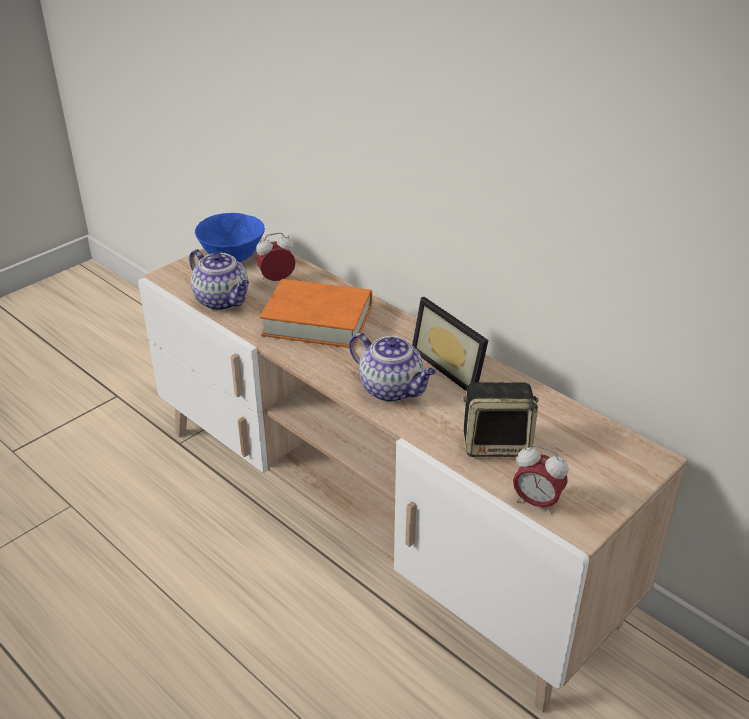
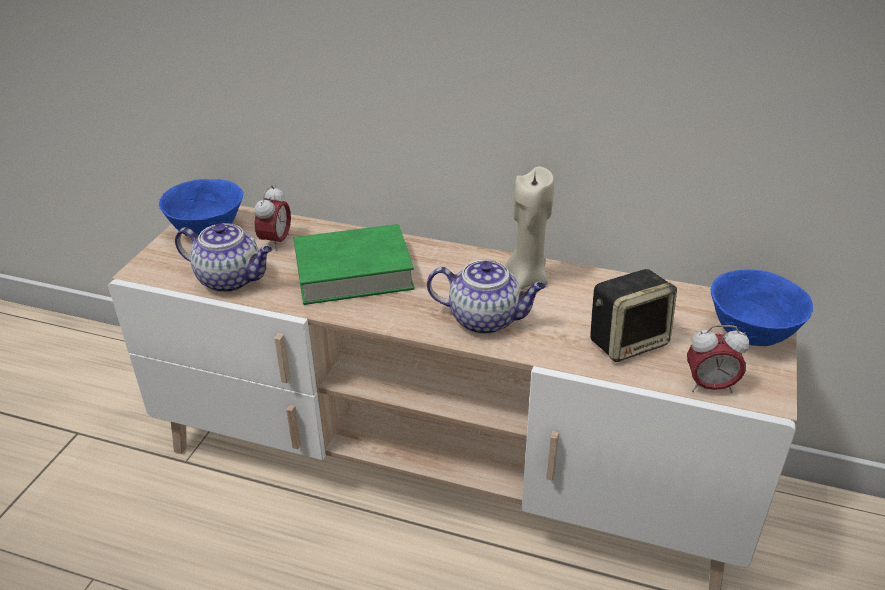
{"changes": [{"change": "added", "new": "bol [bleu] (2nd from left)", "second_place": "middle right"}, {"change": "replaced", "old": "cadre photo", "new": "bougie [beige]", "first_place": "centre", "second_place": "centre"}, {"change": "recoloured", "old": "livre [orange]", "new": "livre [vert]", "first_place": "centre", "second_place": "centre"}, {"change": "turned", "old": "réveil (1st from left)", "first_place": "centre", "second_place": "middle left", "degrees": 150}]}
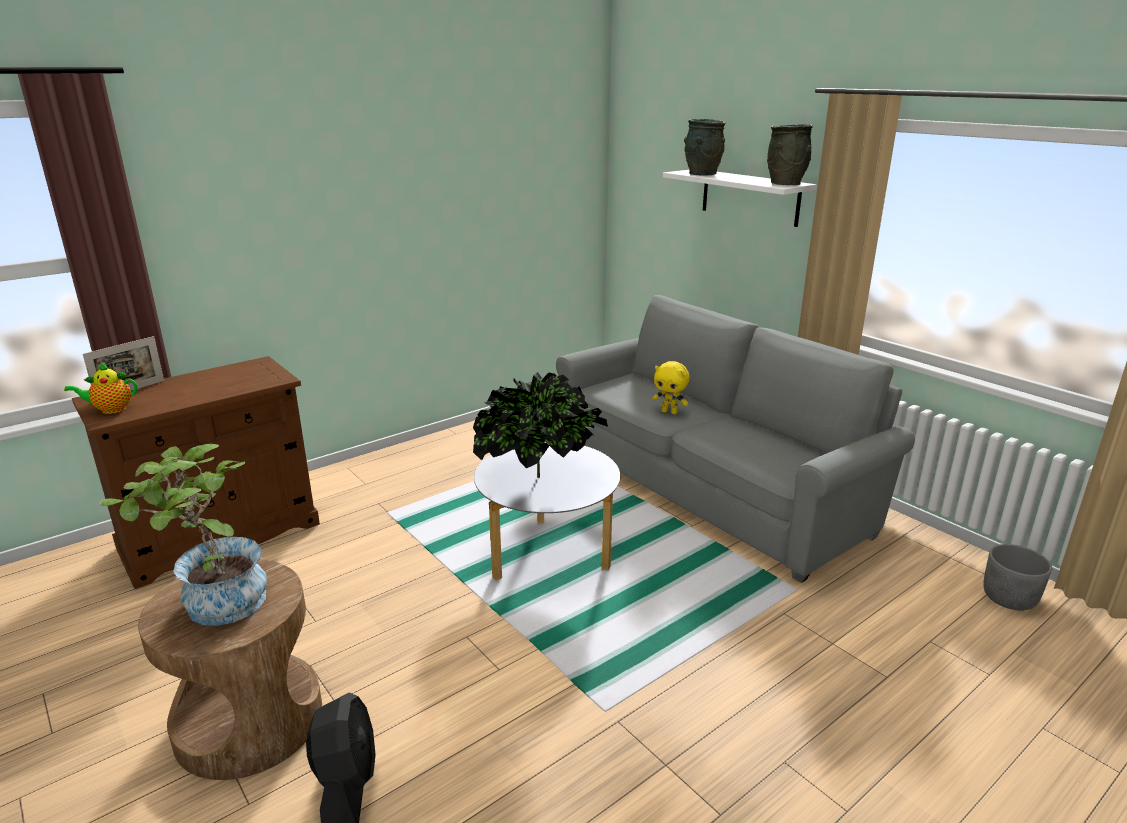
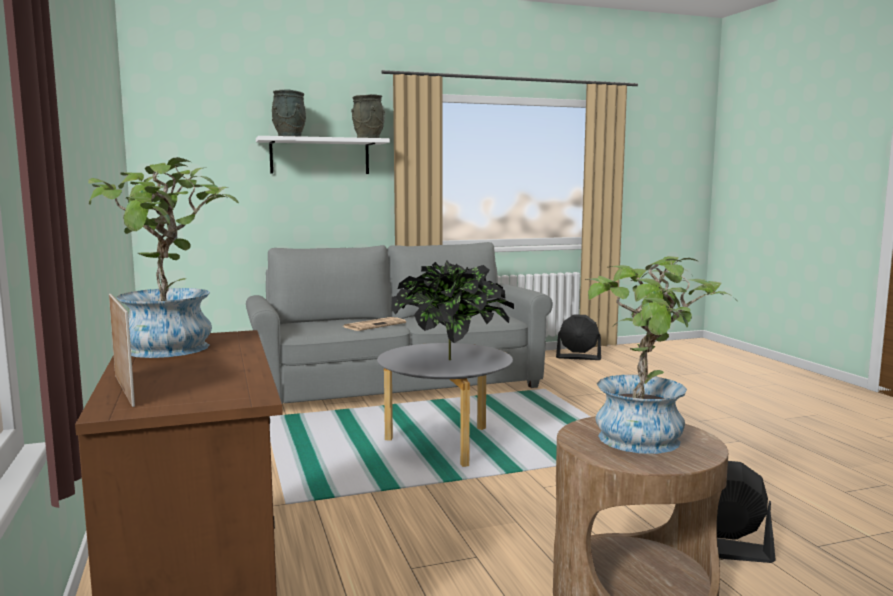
{"changes": [{"change": "removed", "old": "théière", "first_place": "middle left"}, {"change": "added", "new": "plante en pot (1st from left)", "second_place": "middle left"}, {"change": "replaced", "old": "peluche [jaune]", "new": "journal", "first_place": "centre", "second_place": "centre"}, {"change": "replaced", "old": "cache-pot [gris]", "new": "ventilateur [noir] (1st from left)", "first_place": "bottom right", "second_place": "centre"}]}
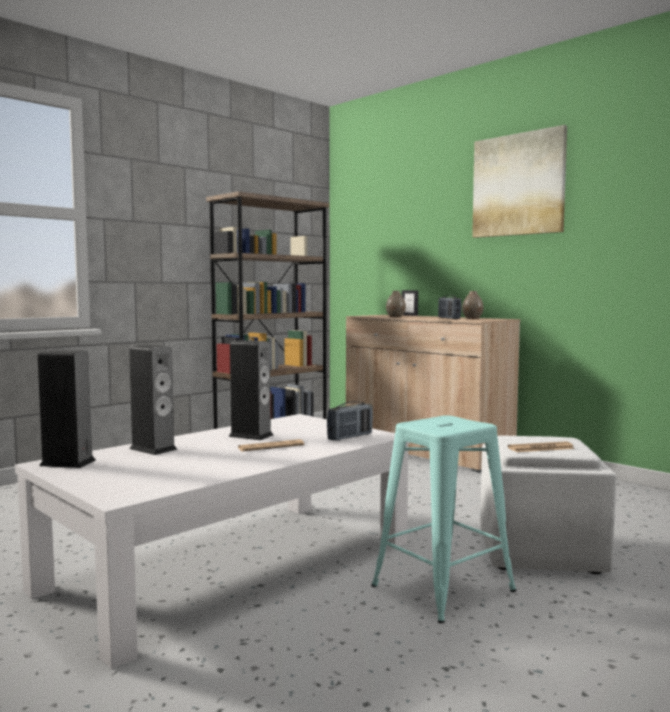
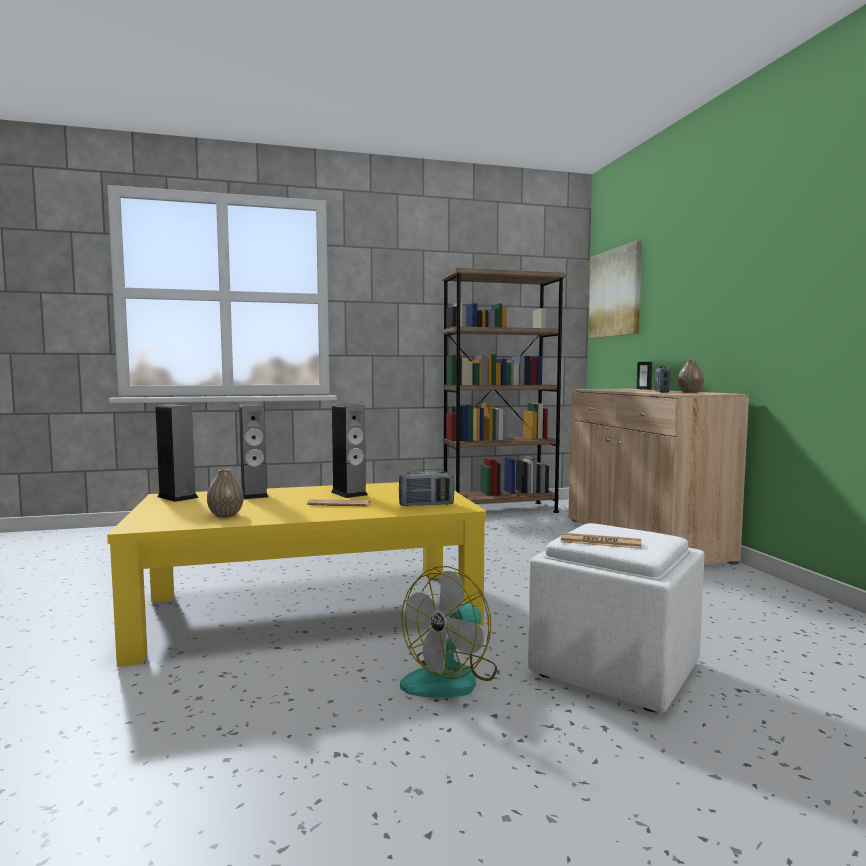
{"changes": [{"change": "moved", "old": "vase (1st from left)", "first_place": "centre", "second_place": "middle left"}, {"change": "moved", "old": "tableau", "first_place": "top right", "second_place": "middle right"}, {"change": "replaced", "old": "tabouret [turquoise]", "new": "ventilateur", "first_place": "bottom centre", "second_place": "bottom centre"}, {"change": "recoloured", "old": "table basse [blanc]", "new": "table basse [jaune]", "first_place": "bottom left", "second_place": "centre"}]}
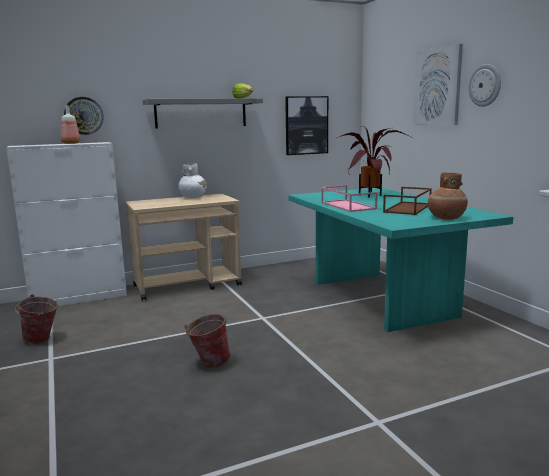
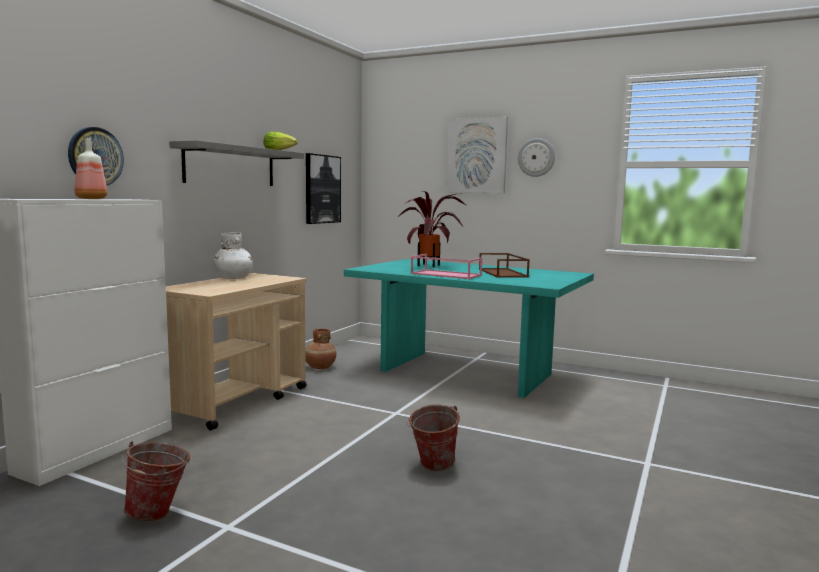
{"changes": [{"change": "moved", "old": "vase [marron]", "first_place": "middle right", "second_place": "centre"}]}
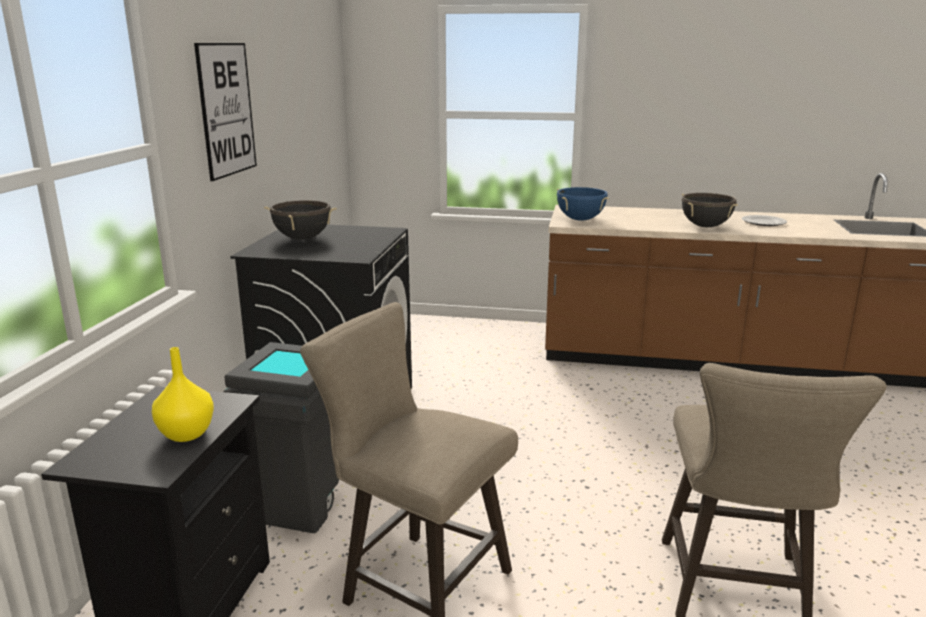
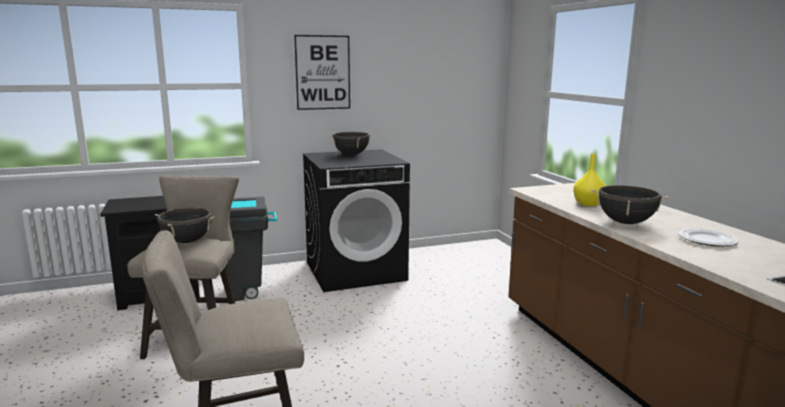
{"changes": [{"change": "removed", "old": "marmite [bleu]", "first_place": "top centre"}, {"change": "added", "new": "marmite [noir] (1st from left)", "second_place": "middle left"}, {"change": "moved", "old": "vase [jaune]", "first_place": "middle left", "second_place": "middle right"}]}
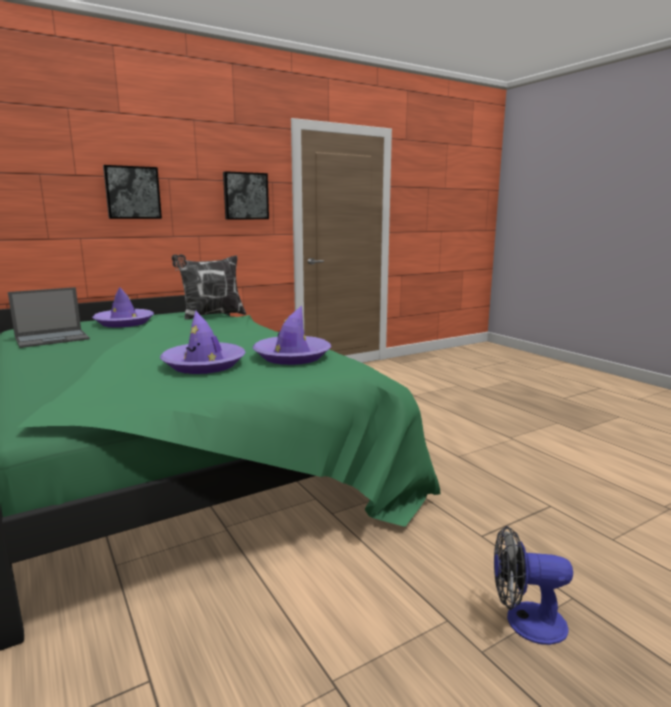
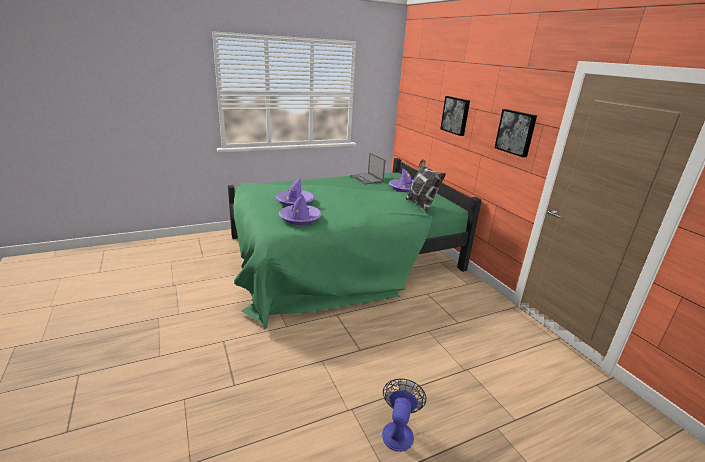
{"changes": [{"change": "moved", "old": "ventilateur", "first_place": "bottom right", "second_place": "bottom centre"}]}
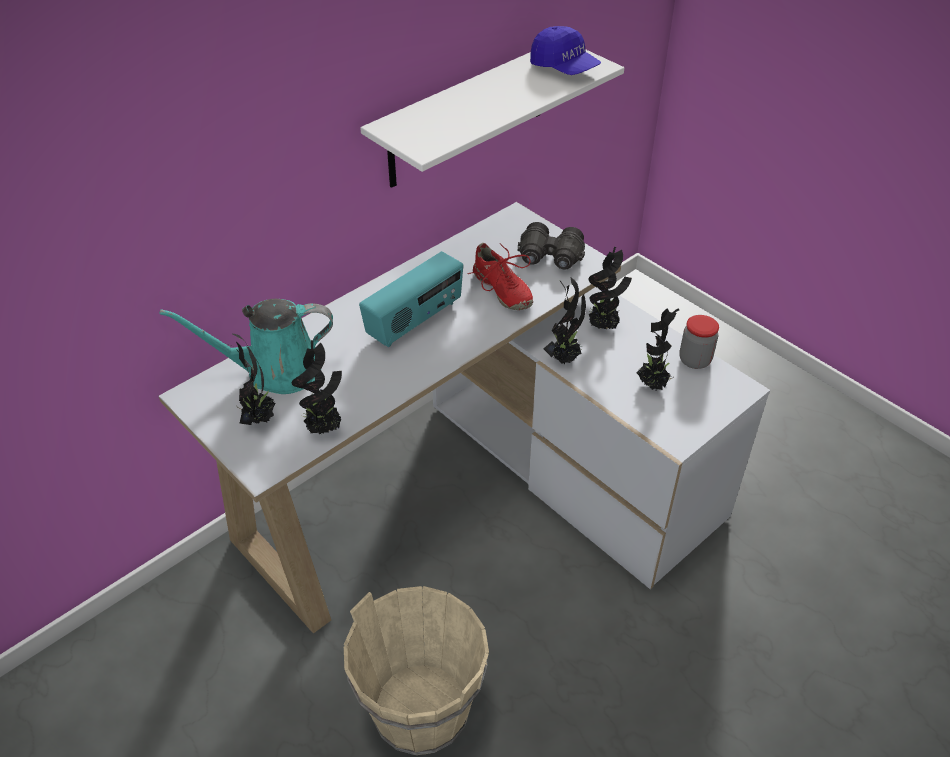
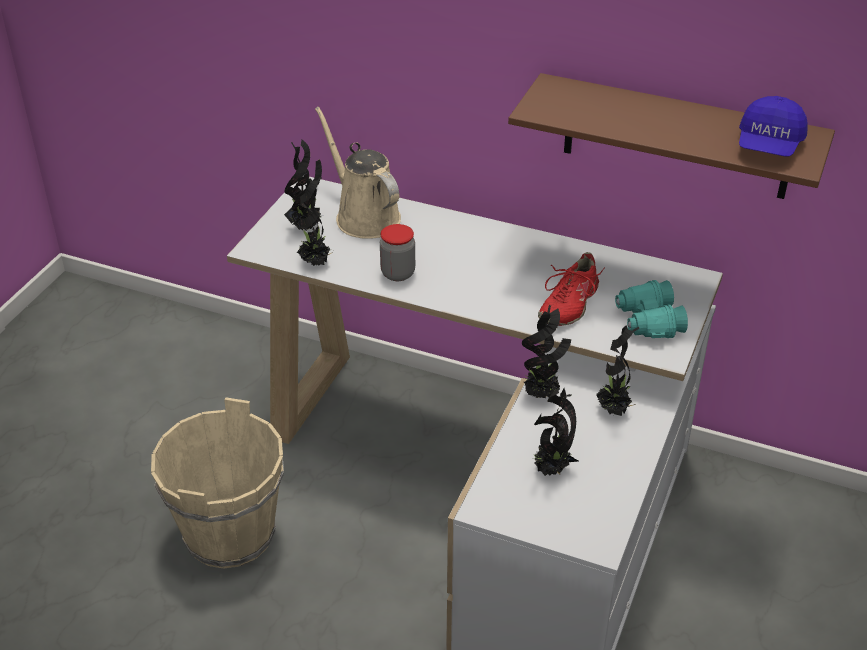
{"changes": [{"change": "removed", "old": "radio", "first_place": "centre"}, {"change": "moved", "old": "bocal", "first_place": "middle right", "second_place": "centre"}, {"change": "recoloured", "old": "arrosoir [turquoise]", "new": "arrosoir [beige]", "first_place": "middle left", "second_place": "top centre"}, {"change": "recoloured", "old": "étagère [blanc]", "new": "étagère [marron]", "first_place": "top centre", "second_place": "top right"}, {"change": "recoloured", "old": "jumelles [noir]", "new": "jumelles [turquoise]", "first_place": "top centre", "second_place": "middle right"}]}
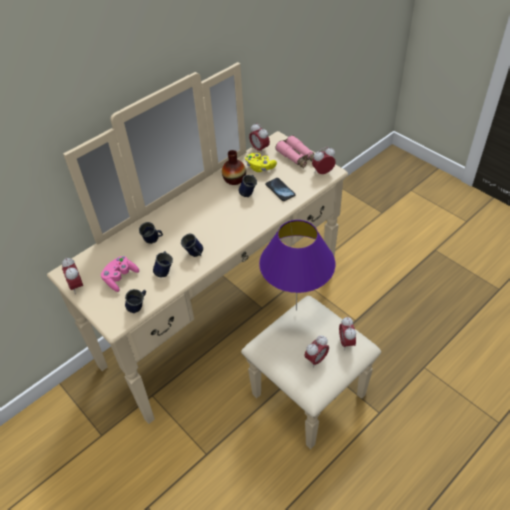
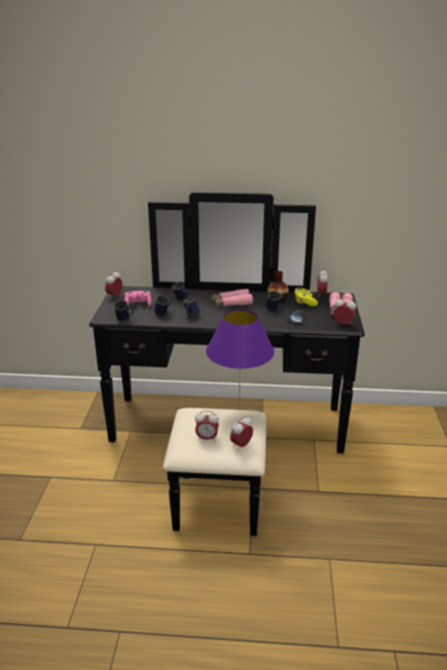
{"changes": [{"change": "added", "new": "jumelles [rose] (1st from left)", "second_place": "centre"}, {"change": "recoloured", "old": "commode [beige]", "new": "commode [noir]", "first_place": "centre", "second_place": "centre"}]}
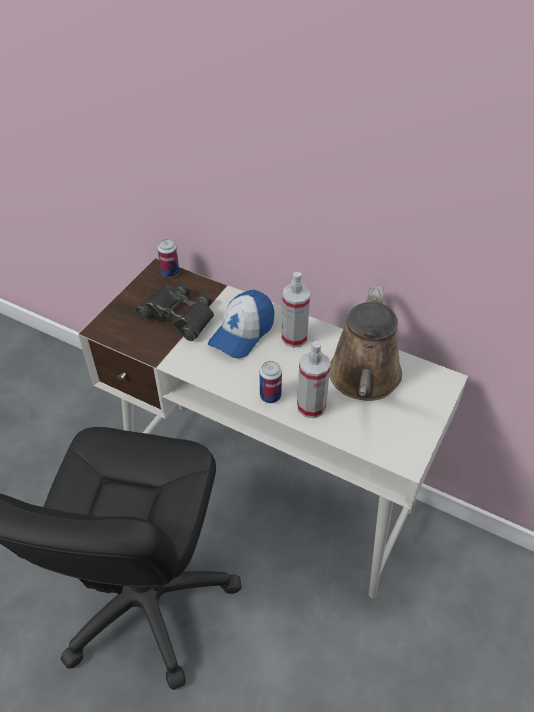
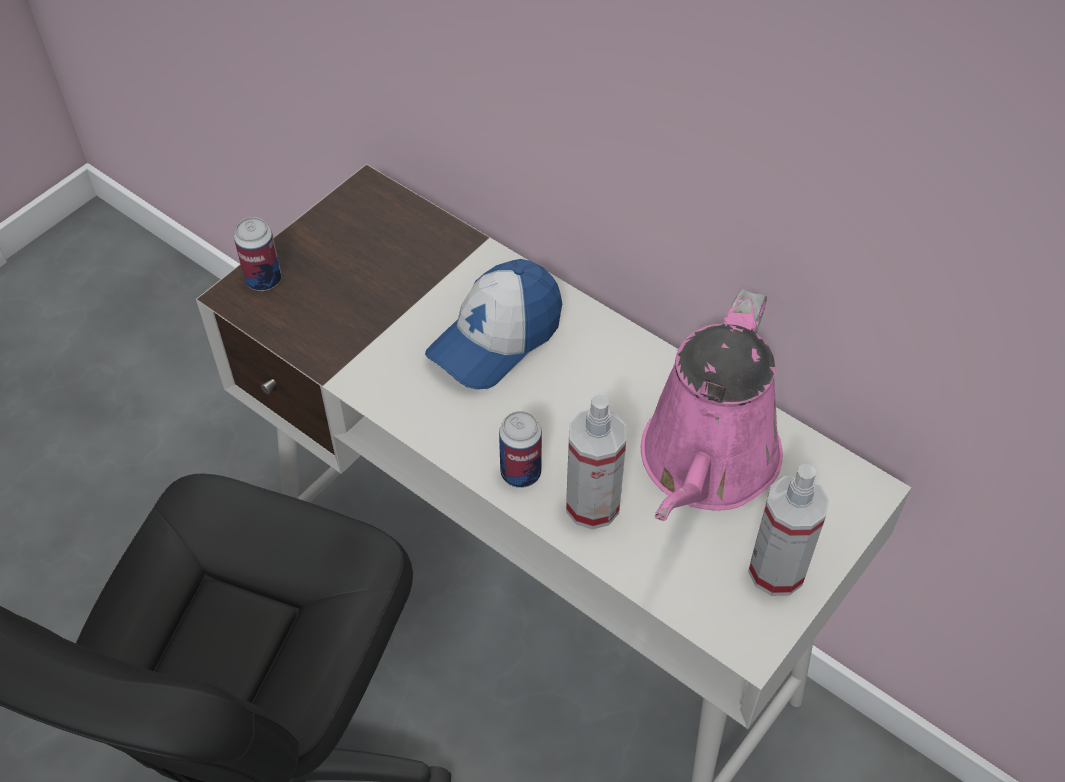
{"changes": [{"change": "removed", "old": "jumelles [noir]", "first_place": "middle left"}, {"change": "moved", "old": "boîte métallique (1st from left)", "first_place": "middle left", "second_place": "top left"}, {"change": "moved", "old": "vaporisateur (1st from left in the first image)", "new": "vaporisateur (2nd from left)", "first_place": "centre", "second_place": "bottom right"}, {"change": "recoloured", "old": "arrosoir [marron]", "new": "arrosoir [rose]", "first_place": "middle right", "second_place": "middle right"}]}
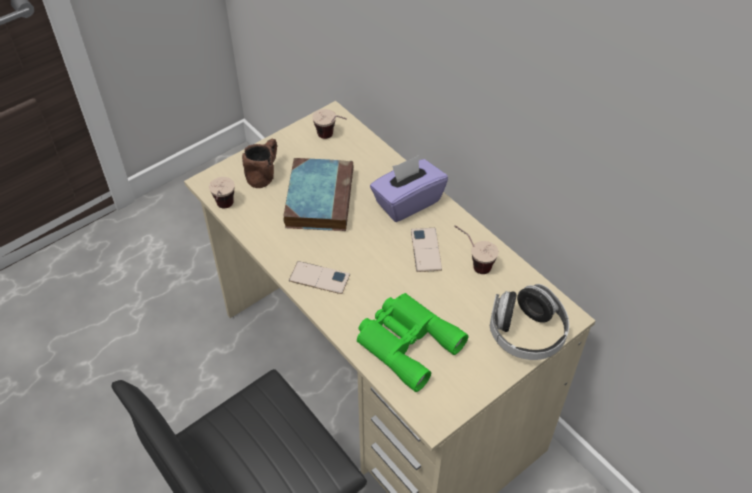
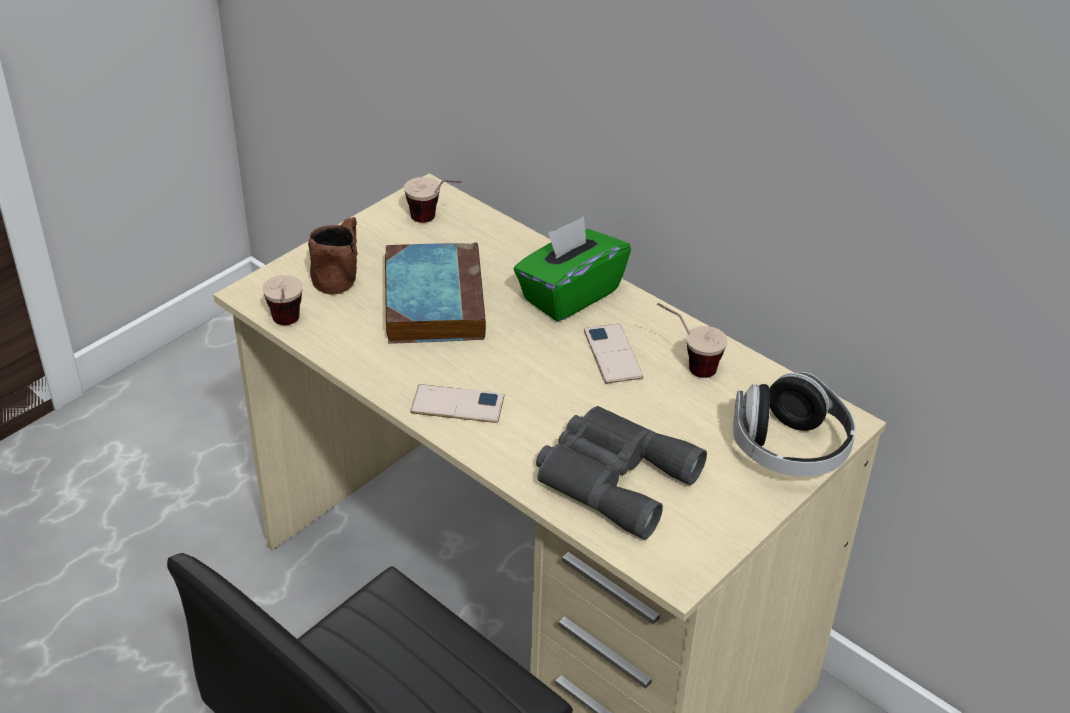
{"changes": [{"change": "recoloured", "old": "jumelles [vert]", "new": "jumelles [gris]", "first_place": "bottom centre", "second_place": "centre"}, {"change": "recoloured", "old": "boîte à mouchoirs [violet]", "new": "boîte à mouchoirs [vert]", "first_place": "centre", "second_place": "centre"}]}
